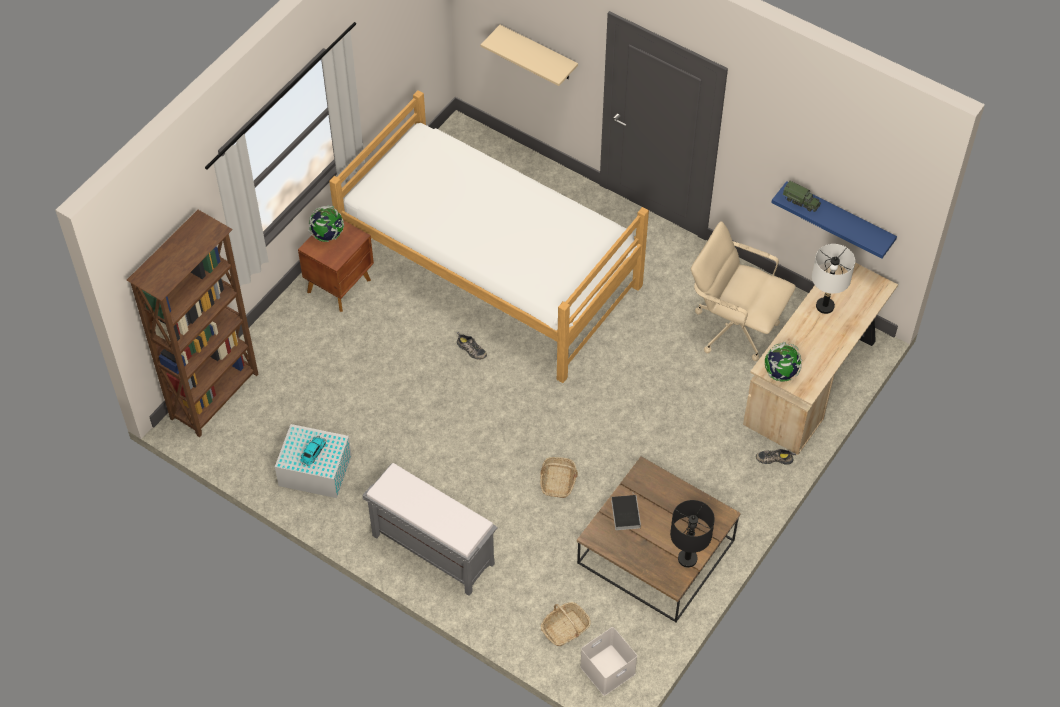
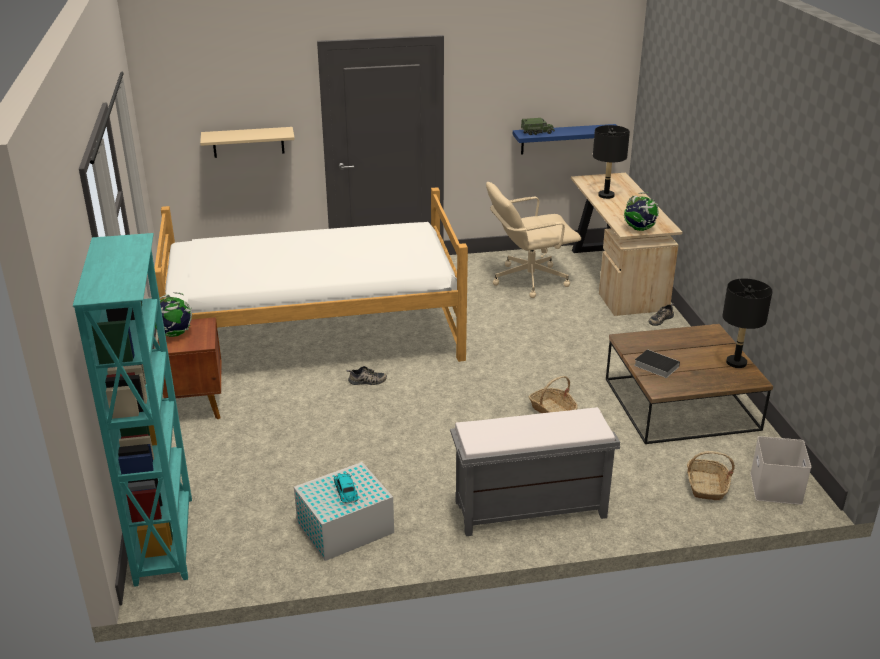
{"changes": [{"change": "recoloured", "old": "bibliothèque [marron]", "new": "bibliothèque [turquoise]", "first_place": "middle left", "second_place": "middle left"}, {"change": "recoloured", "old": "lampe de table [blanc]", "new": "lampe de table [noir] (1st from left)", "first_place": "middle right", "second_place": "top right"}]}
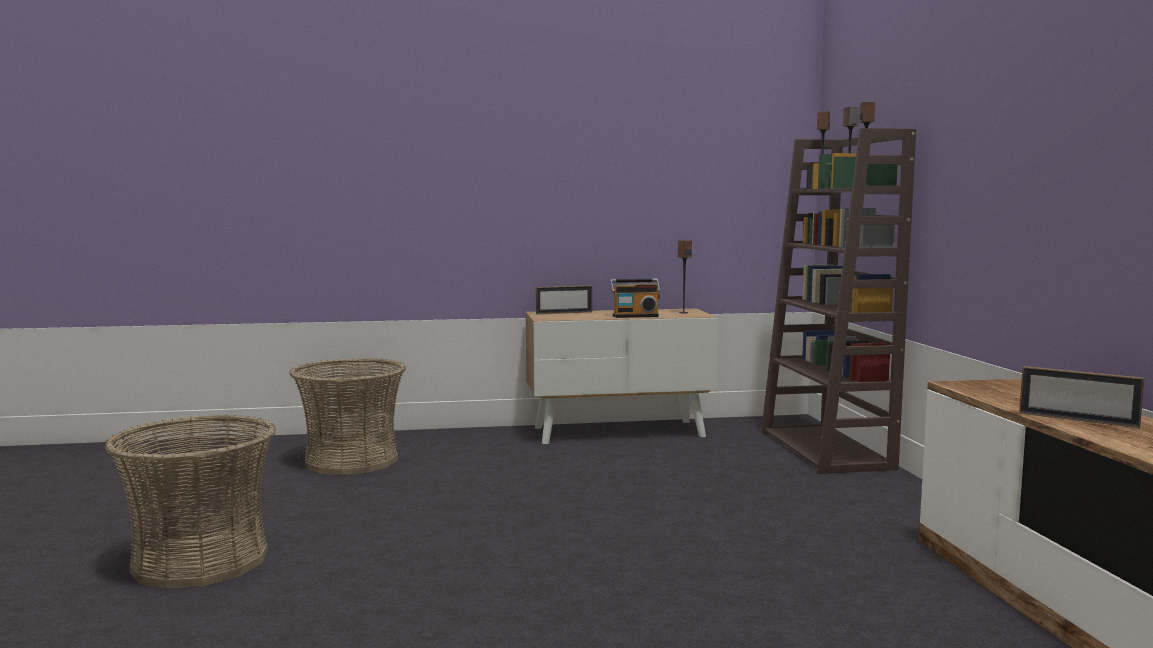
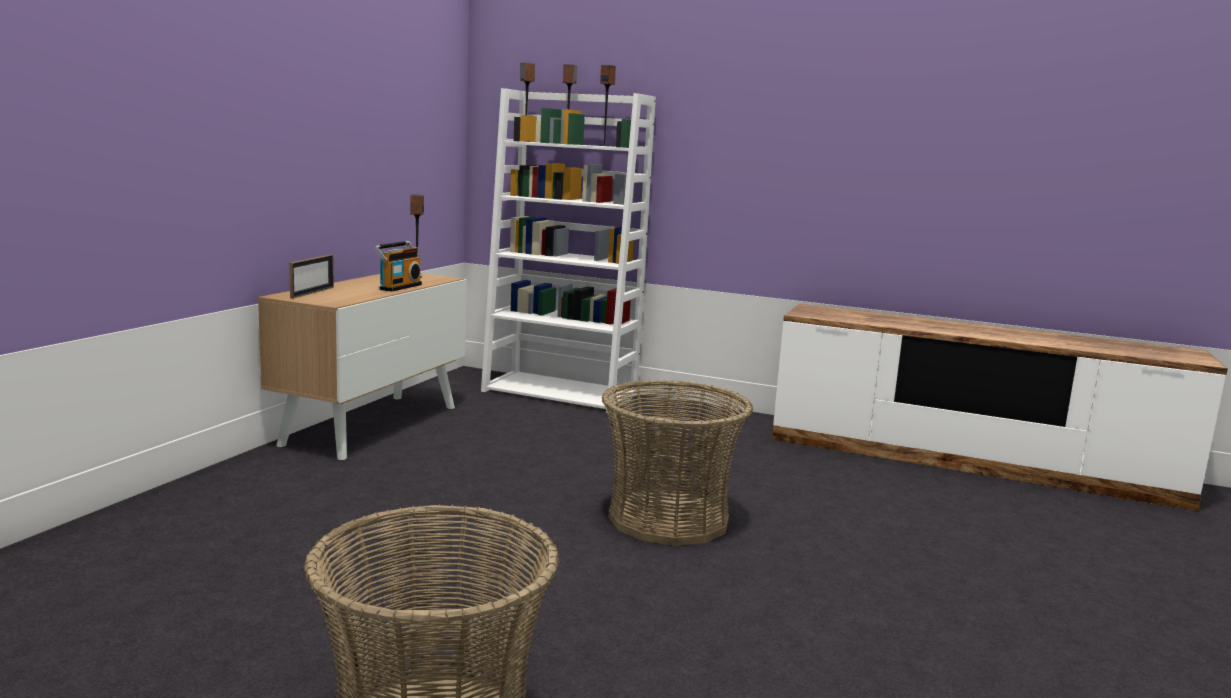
{"changes": [{"change": "removed", "old": "cadre photo (2nd from left)", "first_place": "middle right"}, {"change": "moved", "old": "panier (2nd from left)", "first_place": "middle left", "second_place": "centre"}, {"change": "recoloured", "old": "bibliothèque [marron]", "new": "bibliothèque [blanc]", "first_place": "middle right", "second_place": "centre"}]}
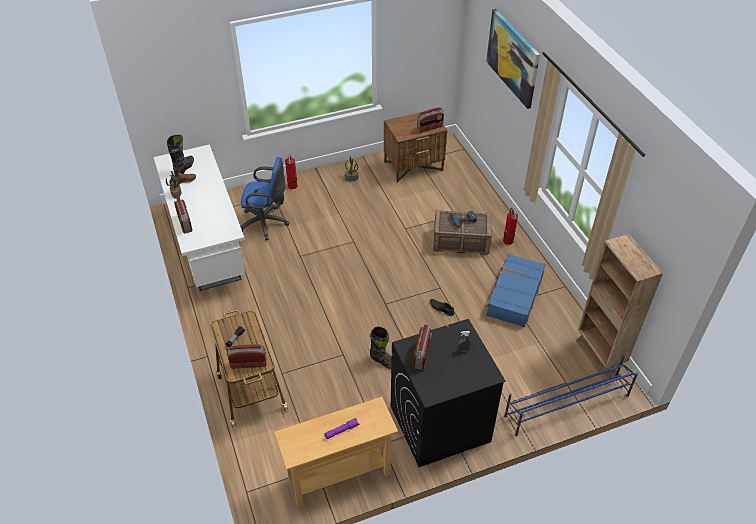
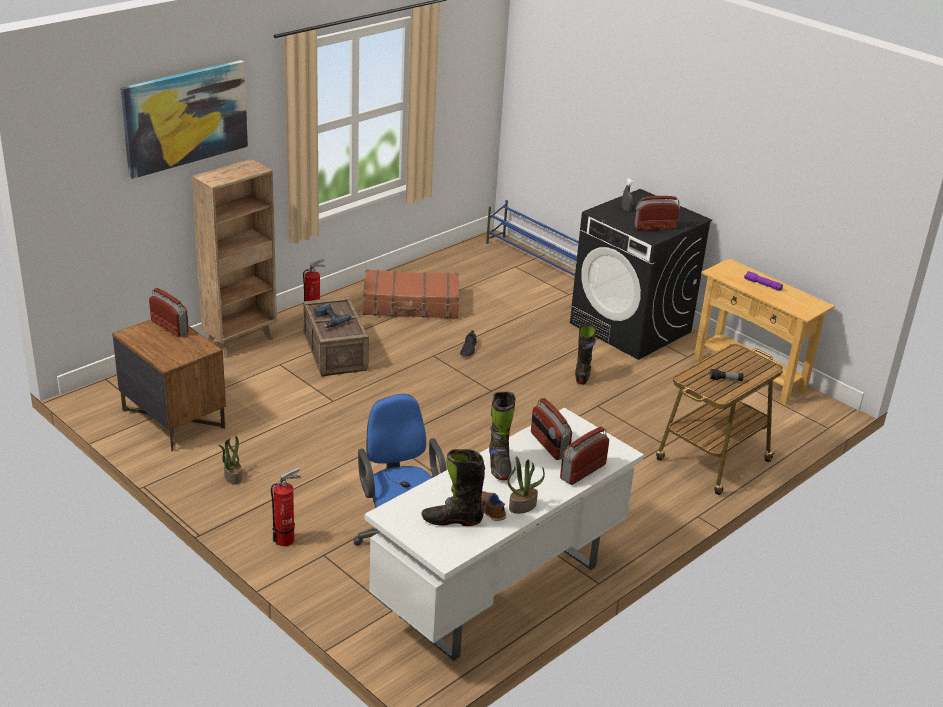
{"changes": [{"change": "added", "new": "botte [noir] (2nd from left)", "second_place": "centre"}, {"change": "moved", "old": "radio (2nd from left)", "first_place": "bottom left", "second_place": "centre"}, {"change": "moved", "old": "bibliothèque [marron]", "first_place": "middle right", "second_place": "middle left"}, {"change": "recoloured", "old": "valise [bleu]", "new": "valise [marron]", "first_place": "middle right", "second_place": "centre"}]}
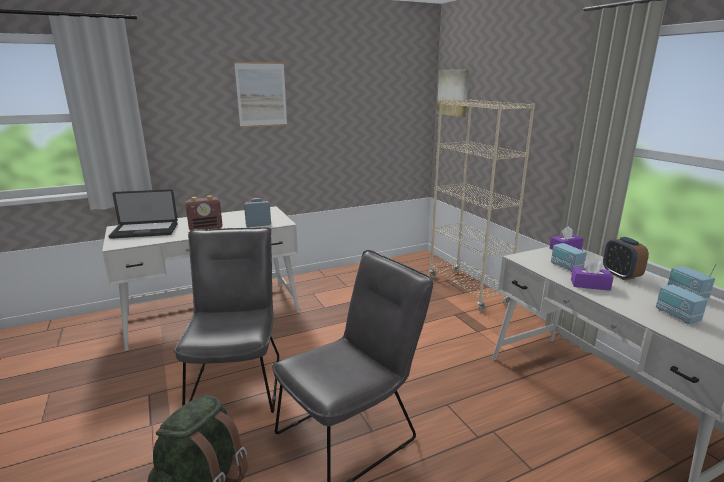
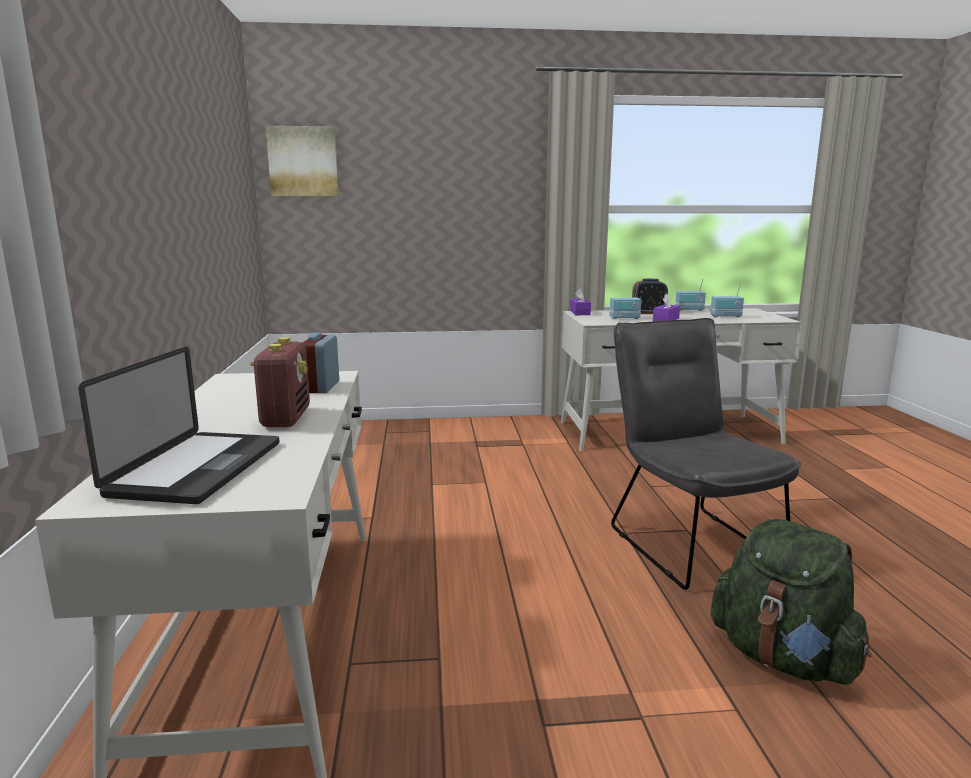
{"changes": [{"change": "removed", "old": "chaise [gris] (1st from left)", "first_place": "middle left"}, {"change": "removed", "old": "tableau (1st from left)", "first_place": "top centre"}, {"change": "removed", "old": "bibliothèque [beige]", "first_place": "centre"}]}
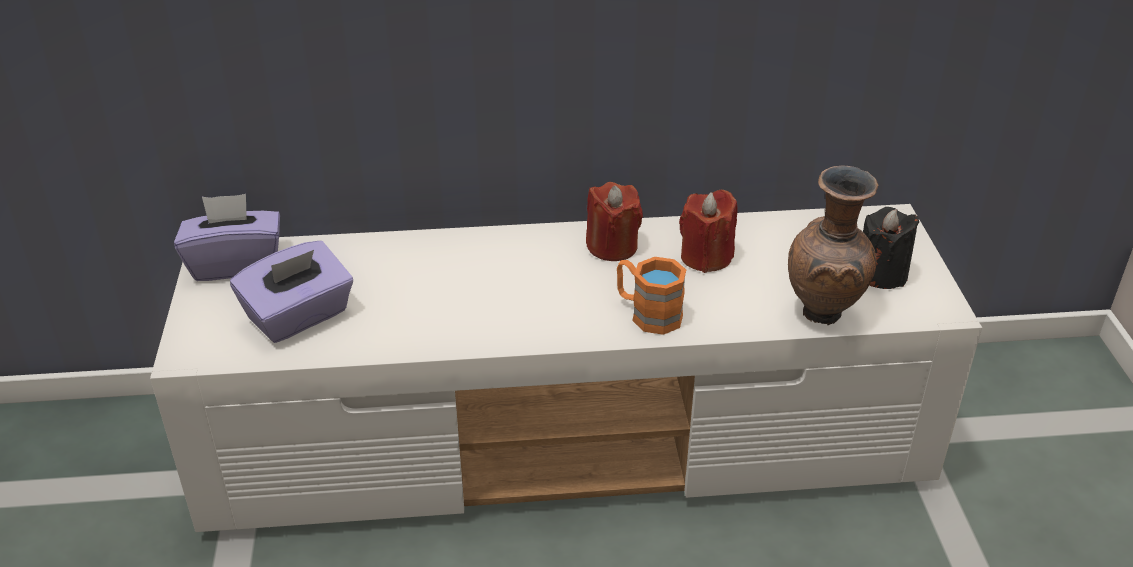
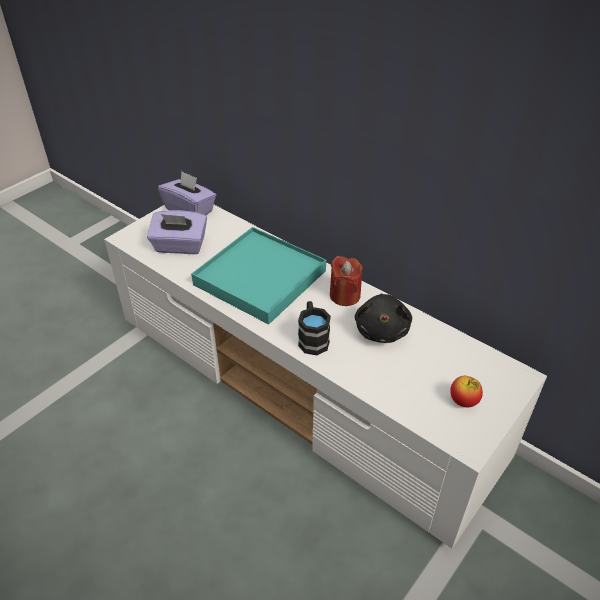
{"changes": [{"change": "removed", "old": "vase [marron]", "first_place": "middle right"}, {"change": "added", "new": "plateau [turquoise]", "second_place": "centre"}, {"change": "replaced", "old": "bougie [rouge] (2nd from left)", "new": "peluche [noir]", "first_place": "centre", "second_place": "centre"}, {"change": "replaced", "old": "bougie [noir]", "new": "pomme", "first_place": "middle right", "second_place": "middle right"}, {"change": "recoloured", "old": "mug [orange]", "new": "mug [noir]", "first_place": "centre", "second_place": "centre"}]}
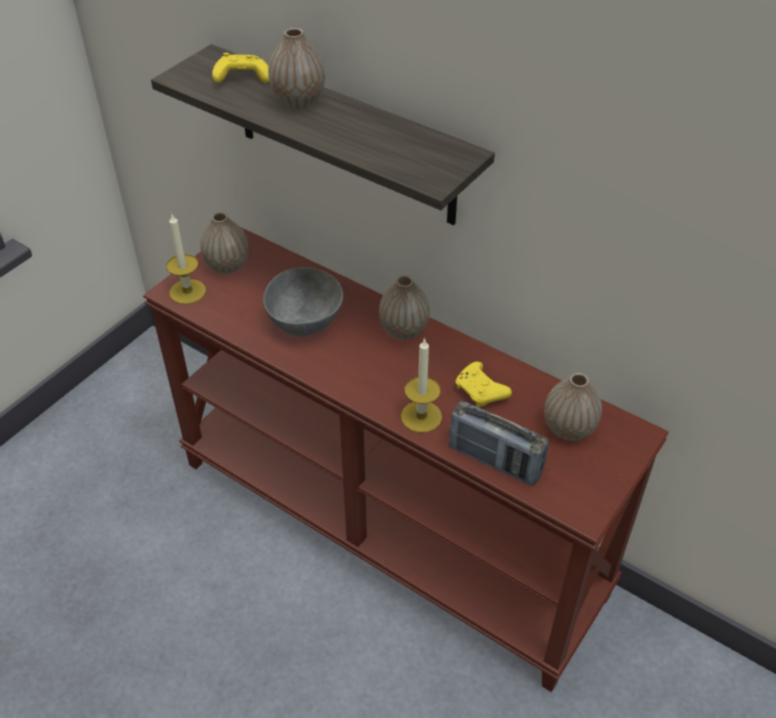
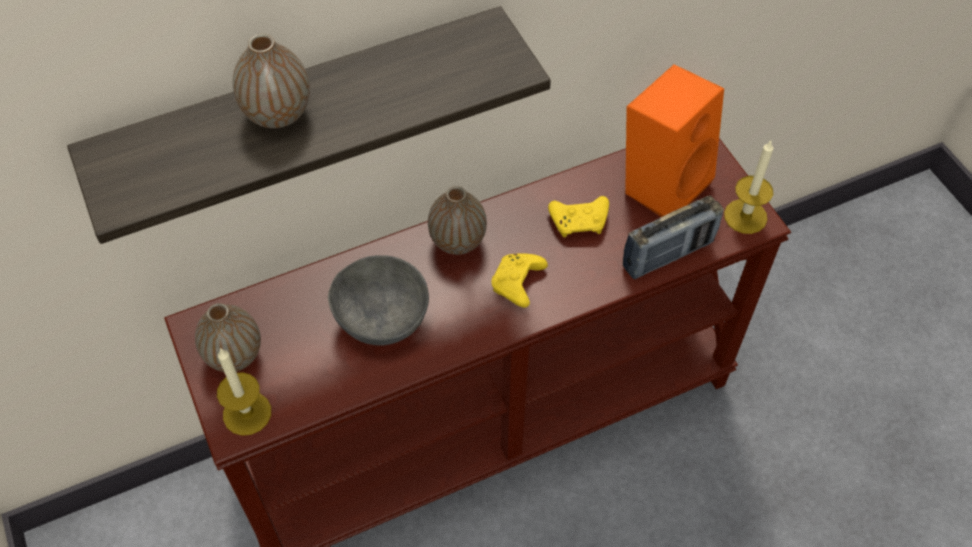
{"changes": [{"change": "moved", "old": "manette [jaune] (1st from left)", "first_place": "top left", "second_place": "centre"}, {"change": "moved", "old": "bougie (2nd from left)", "first_place": "centre", "second_place": "middle right"}, {"change": "replaced", "old": "vase (4th from left)", "new": "enceinte [orange]", "first_place": "middle right", "second_place": "top right"}]}
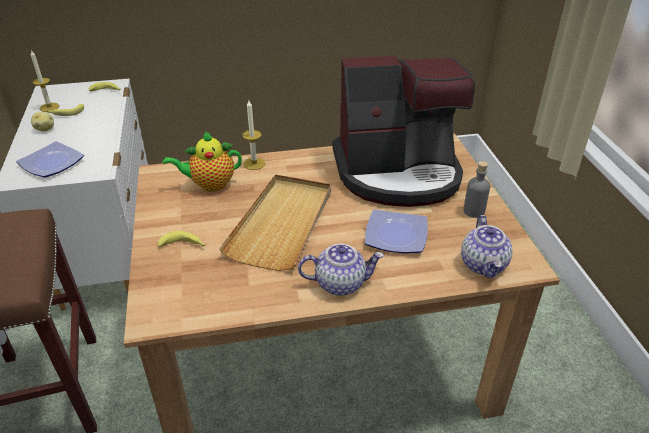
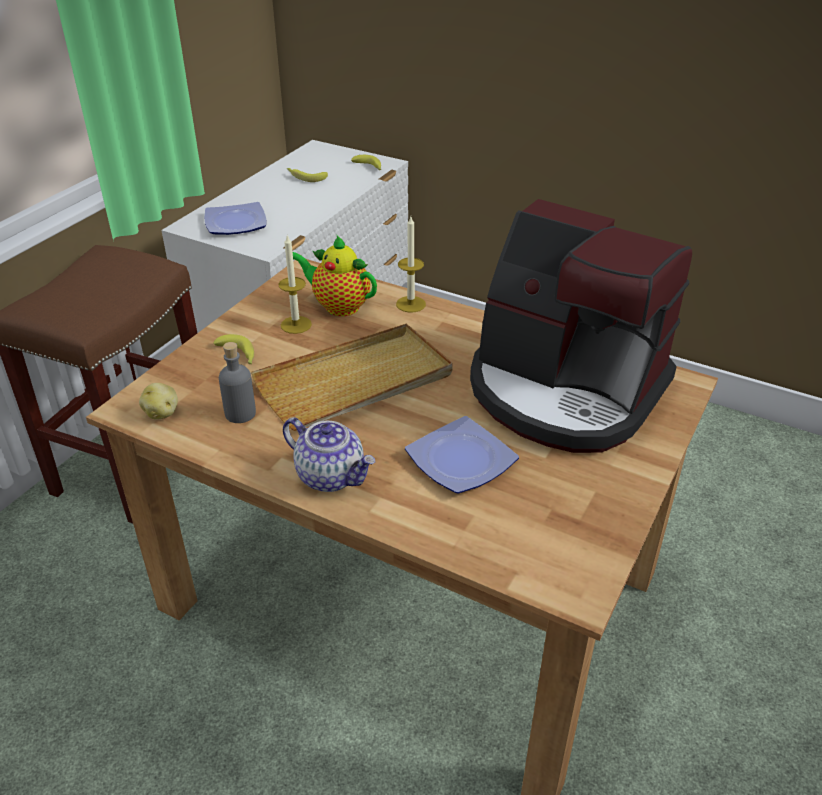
{"changes": [{"change": "removed", "old": "théière (3rd from left)", "first_place": "middle right"}, {"change": "moved", "old": "bougie (1st from left)", "first_place": "top left", "second_place": "centre"}, {"change": "moved", "old": "pomme de terre", "first_place": "top left", "second_place": "middle left"}, {"change": "moved", "old": "bouteille [gris]", "first_place": "middle right", "second_place": "middle left"}]}
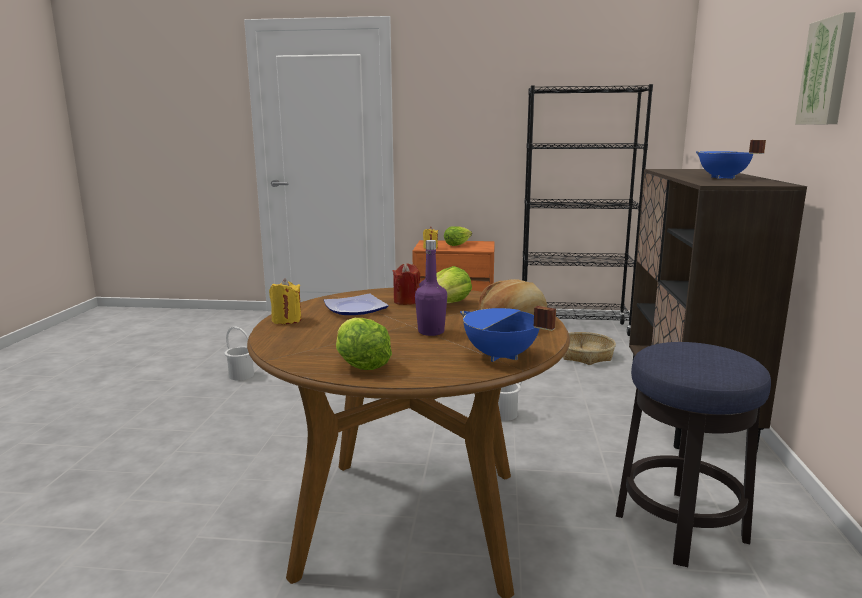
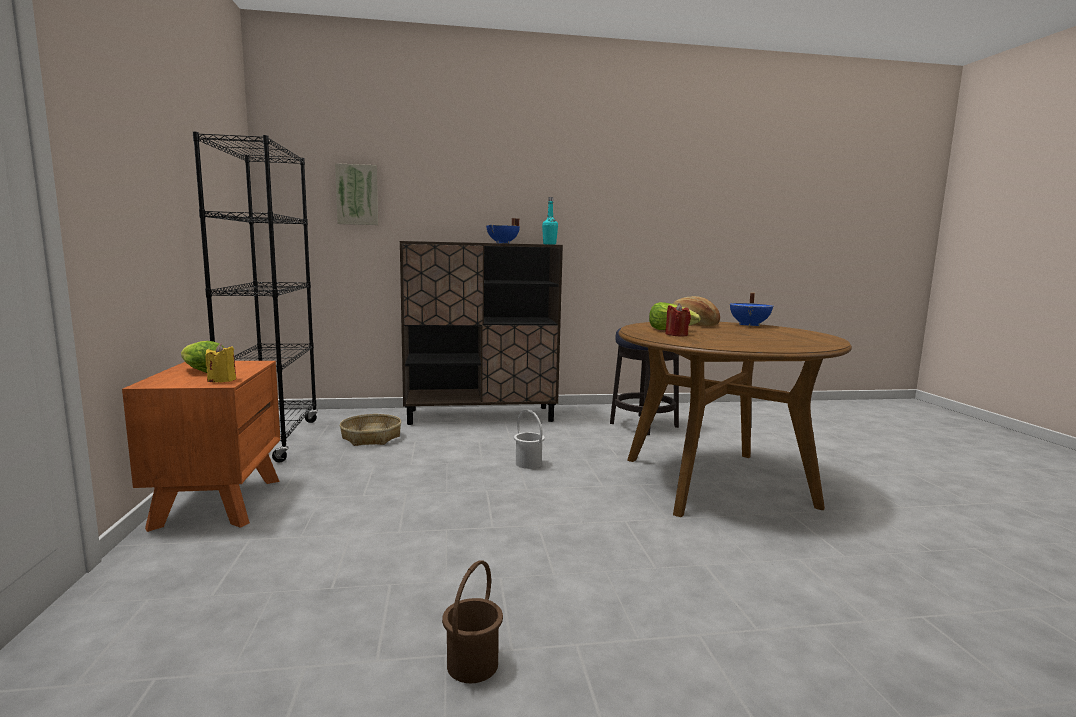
{"changes": [{"change": "removed", "old": "bougie [jaune] (1st from left)", "first_place": "middle left"}, {"change": "removed", "old": "assiette", "first_place": "centre"}, {"change": "removed", "old": "laitue (1st from left)", "first_place": "centre"}, {"change": "removed", "old": "bouteille [violet]", "first_place": "centre"}, {"change": "added", "new": "bouteille [turquoise]", "second_place": "top centre"}, {"change": "moved", "old": "tableau", "first_place": "top right", "second_place": "top left"}, {"change": "recoloured", "old": "seau [blanc] (1st from left)", "new": "seau [marron]", "first_place": "middle left", "second_place": "bottom centre"}]}
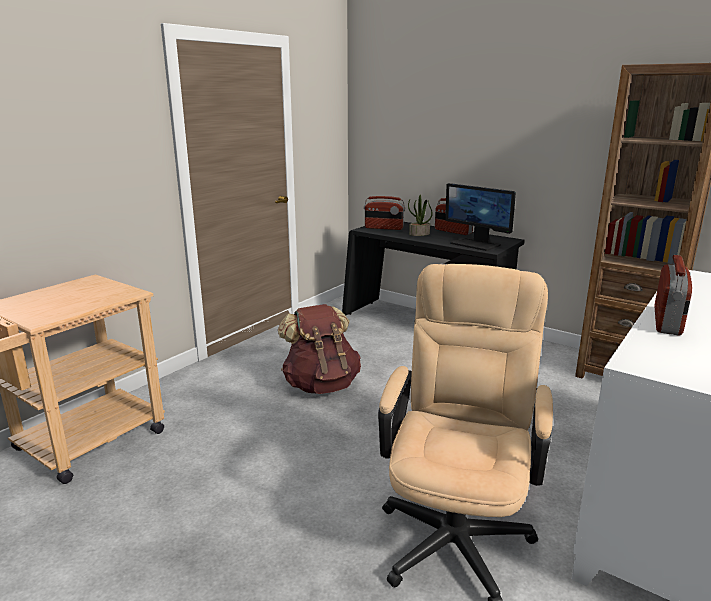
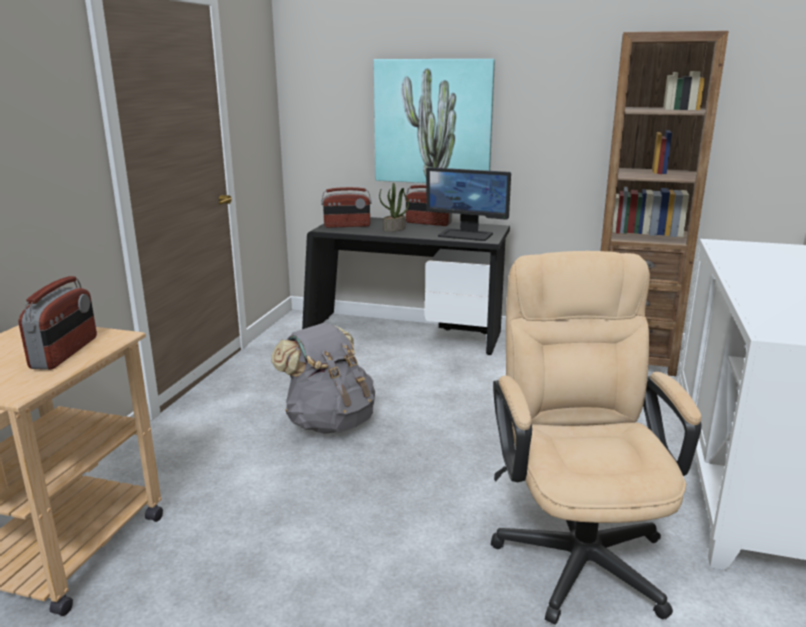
{"changes": [{"change": "added", "new": "tableau", "second_place": "top centre"}, {"change": "moved", "old": "radio (3rd from left in the first image)", "new": "radio (1st from left)", "first_place": "middle right", "second_place": "middle left"}, {"change": "recoloured", "old": "sac à dos [marron]", "new": "sac à dos [gris]", "first_place": "centre", "second_place": "centre"}]}
